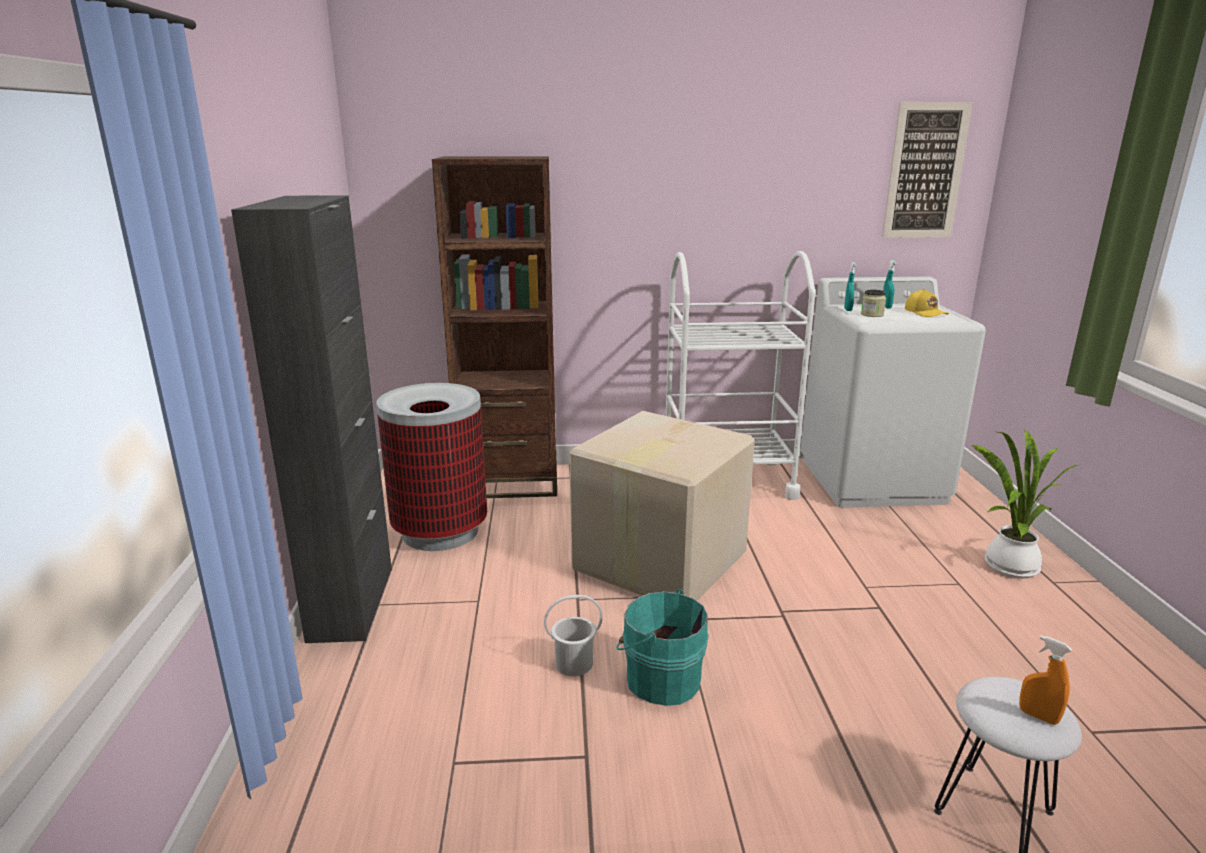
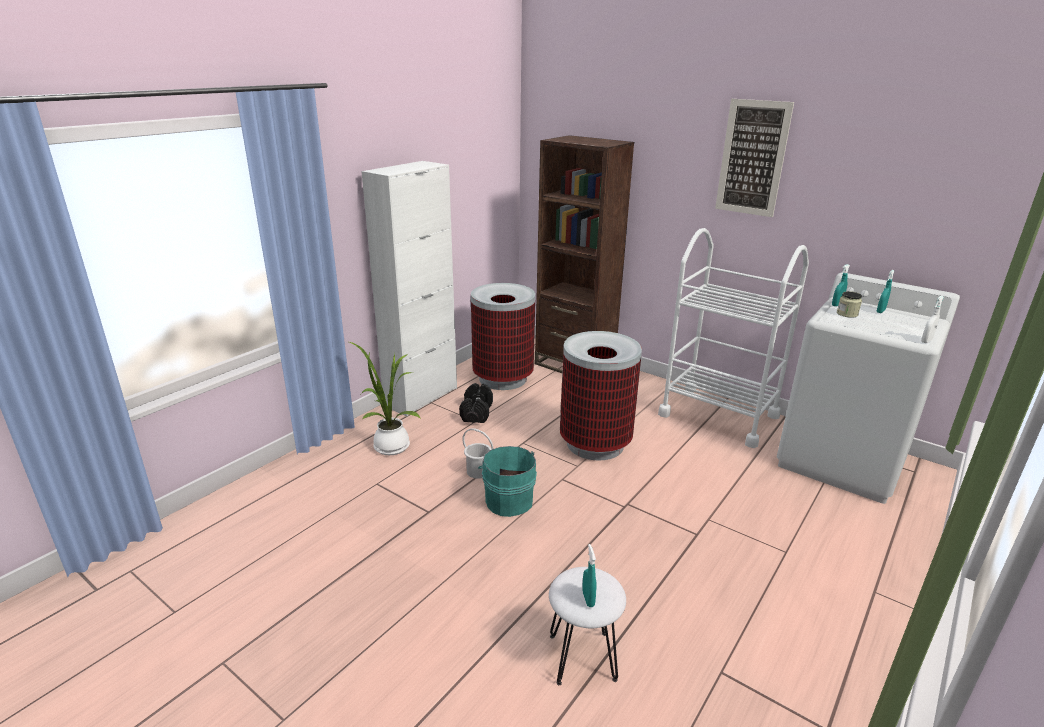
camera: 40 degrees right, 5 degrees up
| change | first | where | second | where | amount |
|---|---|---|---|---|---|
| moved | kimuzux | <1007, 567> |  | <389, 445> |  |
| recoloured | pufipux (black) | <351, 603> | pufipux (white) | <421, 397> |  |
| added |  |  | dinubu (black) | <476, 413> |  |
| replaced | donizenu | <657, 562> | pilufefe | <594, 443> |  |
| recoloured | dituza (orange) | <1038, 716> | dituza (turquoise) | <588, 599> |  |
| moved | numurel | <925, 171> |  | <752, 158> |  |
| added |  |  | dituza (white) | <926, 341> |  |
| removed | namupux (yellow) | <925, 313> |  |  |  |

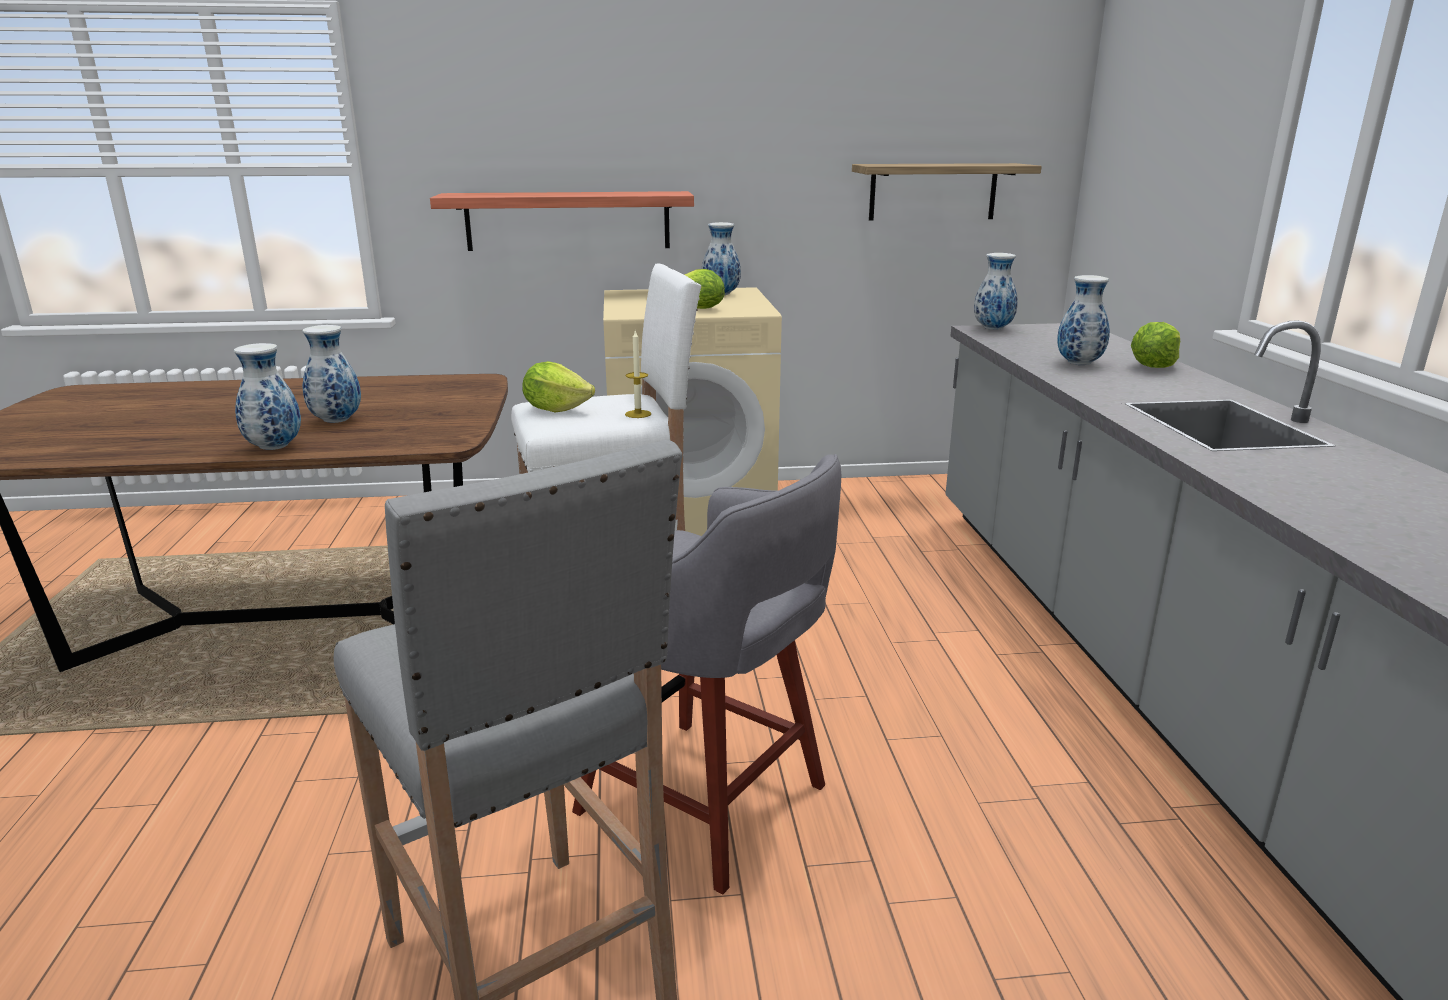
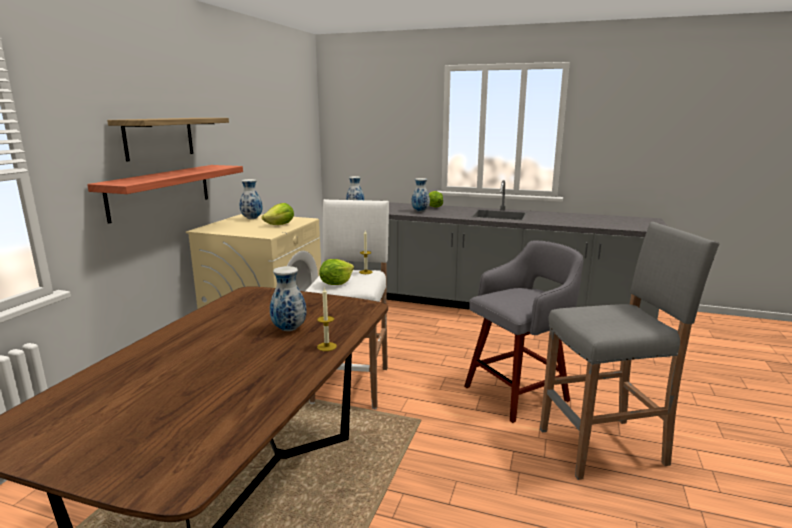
camera: 65 degrees left, 5 degrees down
| change | first | where | second | where | amount |
|---|---|---|---|---|---|
| moved | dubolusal | <933, 191> |  | <159, 138> |  |
| replaced | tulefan | <273, 447> | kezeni | <326, 346> |  |

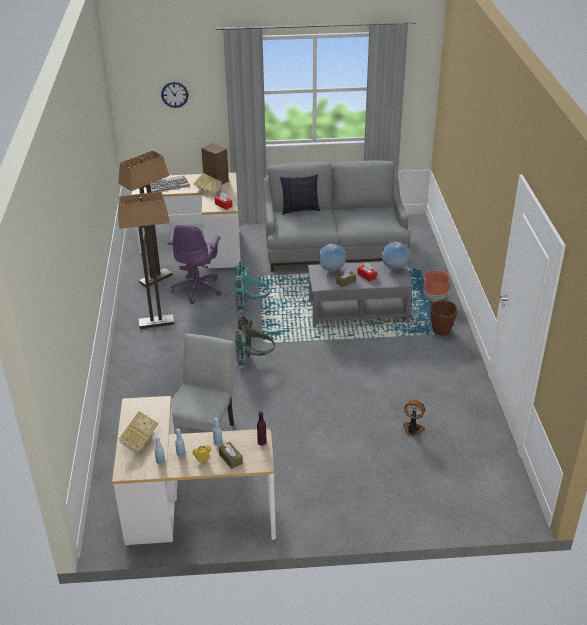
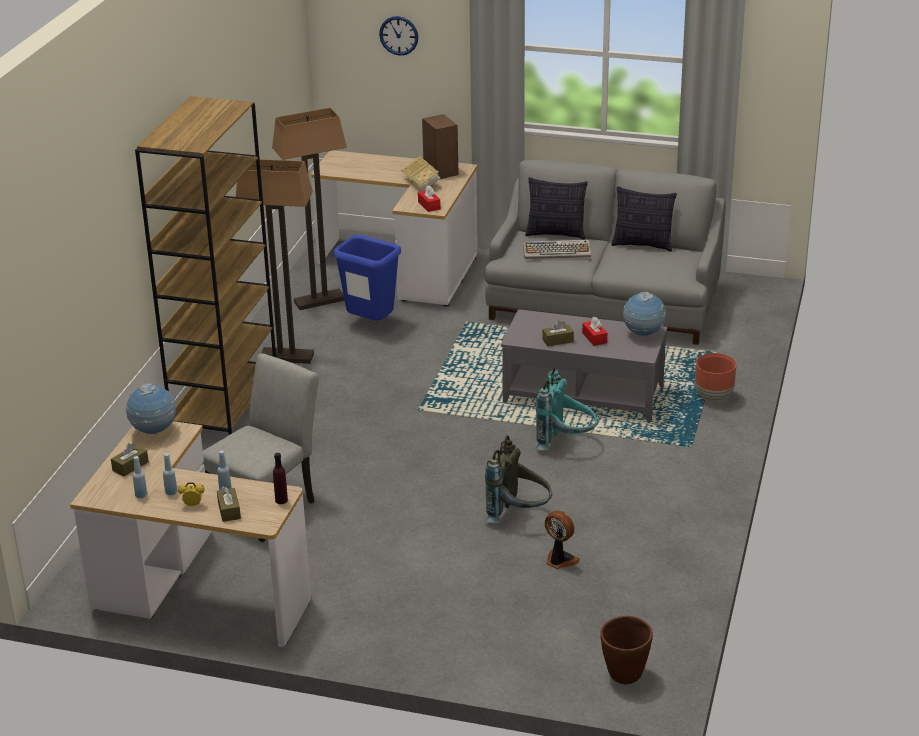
camera: 20 degrees right, 5 degrees down
| change | first | where | second | where | amount |
|---|---|---|---|---|---|
| replaced | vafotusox | <139, 440> | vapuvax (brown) | <130, 466> |  |
| moved | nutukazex | <331, 270> |  | <154, 432> |  |
| added |  |  | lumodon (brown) | <225, 402> |  |
| replaced | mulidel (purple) | <198, 289> | pilufefe (blue) | <370, 324> |  |
| moved | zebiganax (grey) | <255, 360> |  | <519, 516> |  |
| moved | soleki | <167, 185> |  | <557, 251> |  |
| moved | zebiganax (turquoise) | <252, 305> |  | <566, 443> |  |
| moved | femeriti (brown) | <441, 331> |  | <624, 675> |  |
| added |  |  | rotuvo | <643, 245> |  |

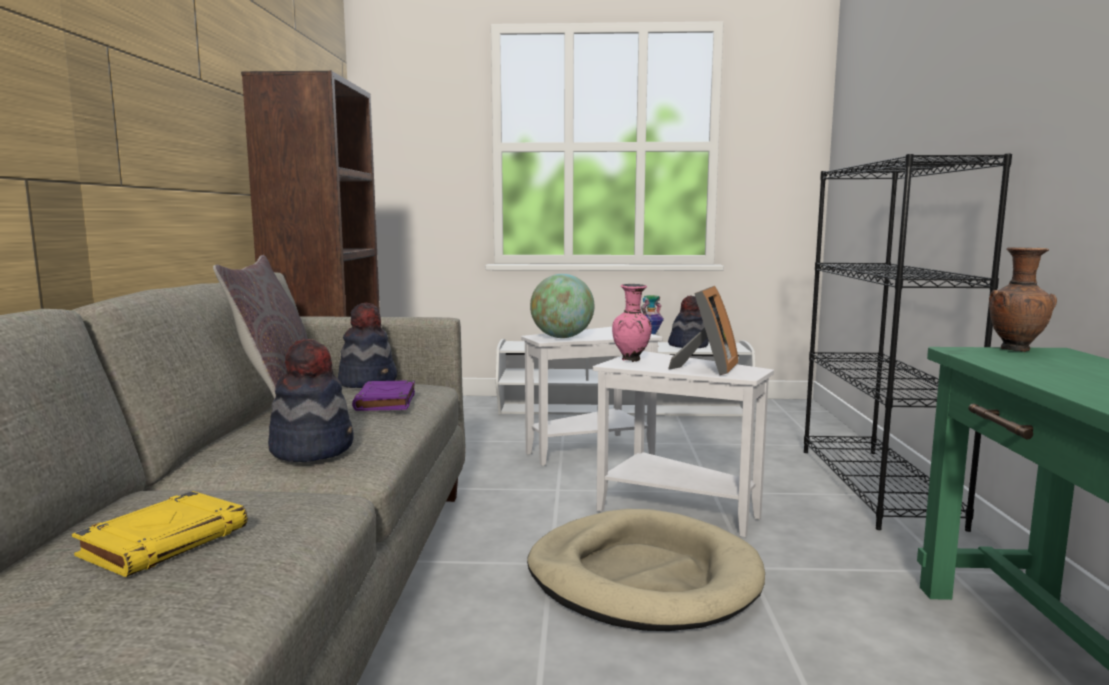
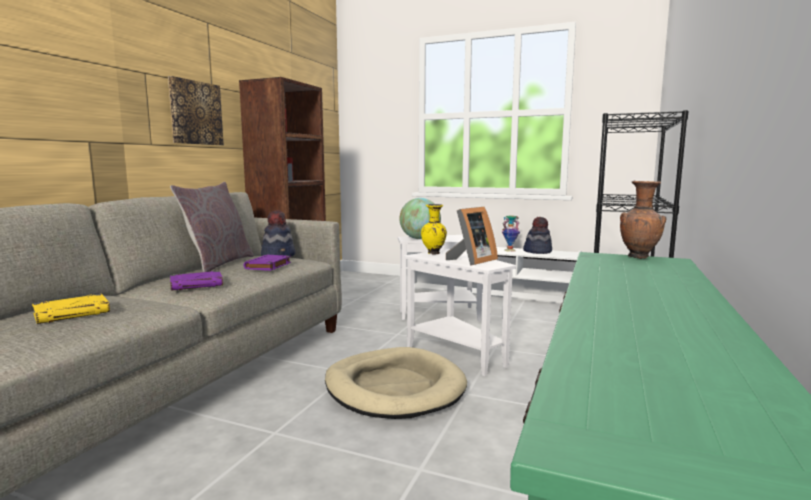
camera: 20 degrees right, 0 degrees up
| change | first | where | second | where | amount |
|---|---|---|---|---|---|
| added |  |  | numurel | <195, 113> |  |
| replaced | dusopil | <312, 449> | vafotusox (purple) | <197, 284> |  |
| recoloured | tulefan (pink) | <632, 360> | tulefan (yellow) | <434, 254> |  |

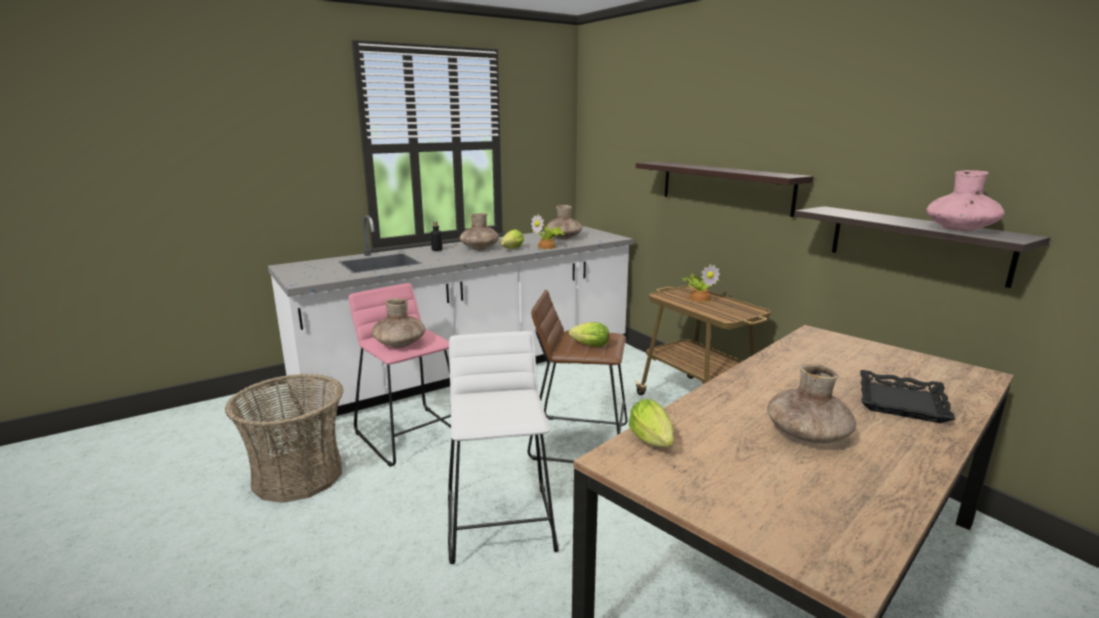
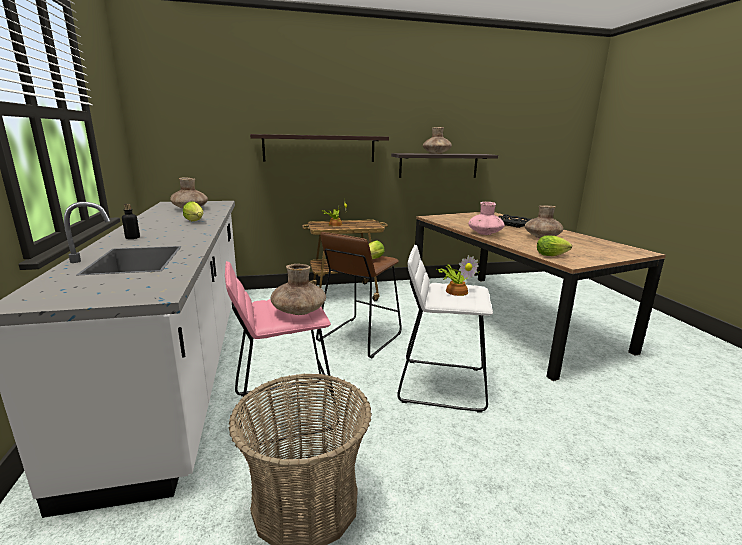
camera: 70 degrees left, 0 degrees up
| change | first | where | second | where | amount |
|---|---|---|---|---|---|
| moved | tulefan (brown) | <479, 248> |  | <436, 153> |  |
| moved | kimuzux | <548, 247> |  | <457, 291> |  |
| moved | tulefan (pink) | <960, 229> |  | <485, 233> |  |

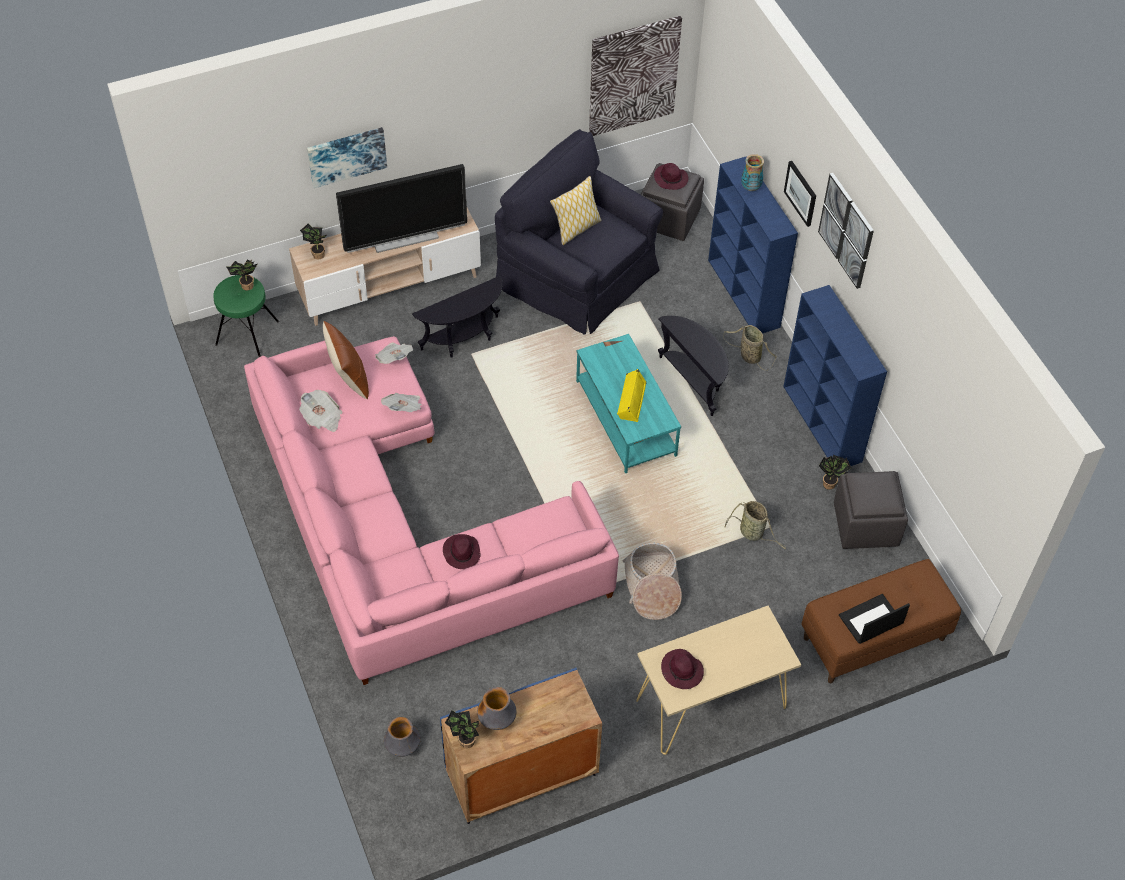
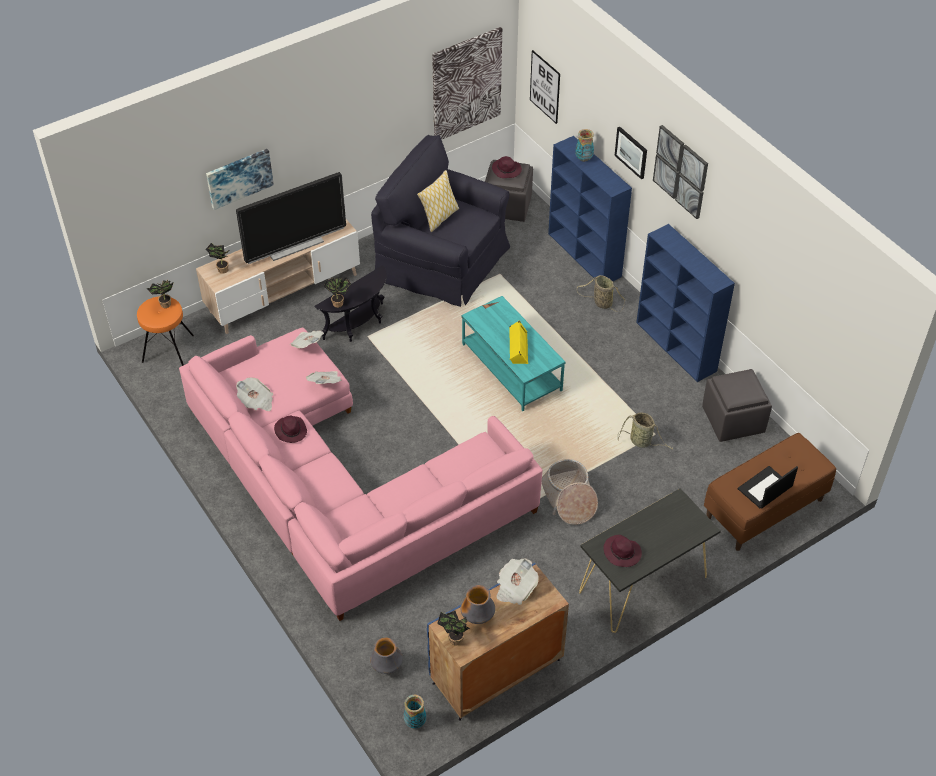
camera: 10 degrees left, 5 degrees down
| change | first | where | second | where | amount |
|---|---|---|---|---|---|
| recoloured | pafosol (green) | <247, 333> | pafosol (orange) | <168, 348> |  |
| moved | dusopil (purple) | <461, 552> |  | <290, 430> |  |
| moved | kimuzux | <830, 483> |  | <339, 303> |  |
| added |  |  | tulefan | <415, 722> |  |
| added |  |  | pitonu | <515, 588> |  |
| added |  |  | numurel | <545, 87> |  |
| recoloured | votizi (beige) | <710, 704> | votizi (black) | <642, 584> |  |
| removed | rotuvo (brown) | <349, 378> |  |  |  |
| removed | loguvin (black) | <694, 381> |  |  |  |

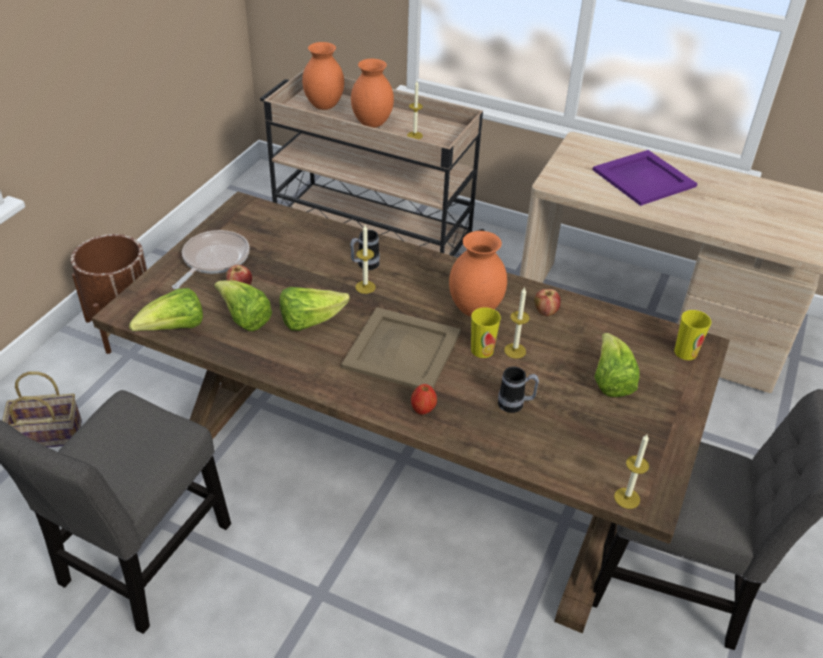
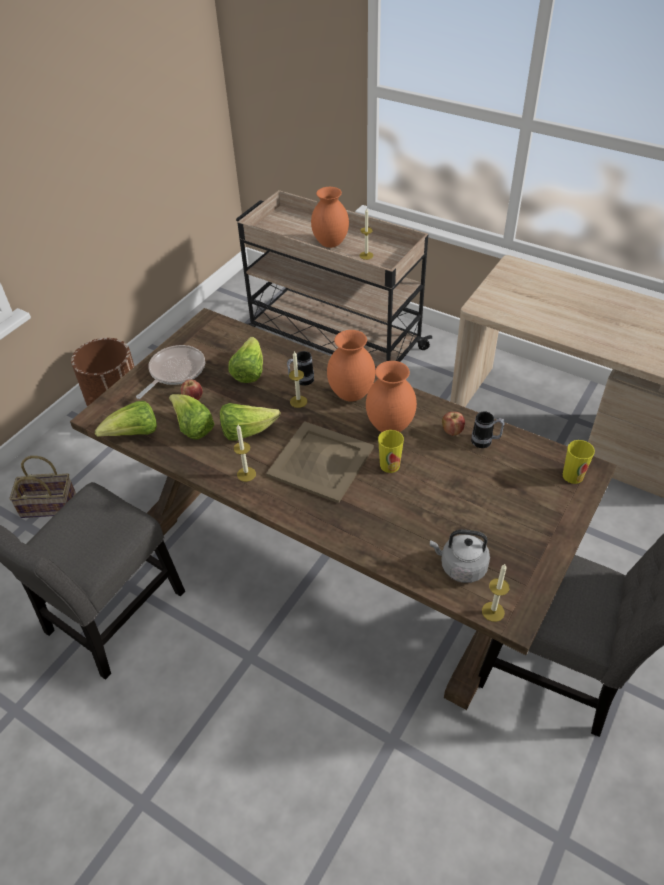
camera: 10 degrees right, 5 degrees up
| change | first | where | second | where | amount |
|---|---|---|---|---|---|
| moved | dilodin | <610, 380> |  | <249, 371> |  |
| moved | kezeni | <515, 351> |  | <246, 474> |  |
| moved | tulefan (orange) | <323, 106> |  | <350, 395> |  |
| added |  |  | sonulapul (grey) | <460, 567> |  |
| moved | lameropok | <515, 405> |  | <485, 442> |  |
| removed | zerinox | <423, 409> |  |  |  |
| removed | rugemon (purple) | <643, 178> |  |  |  |

